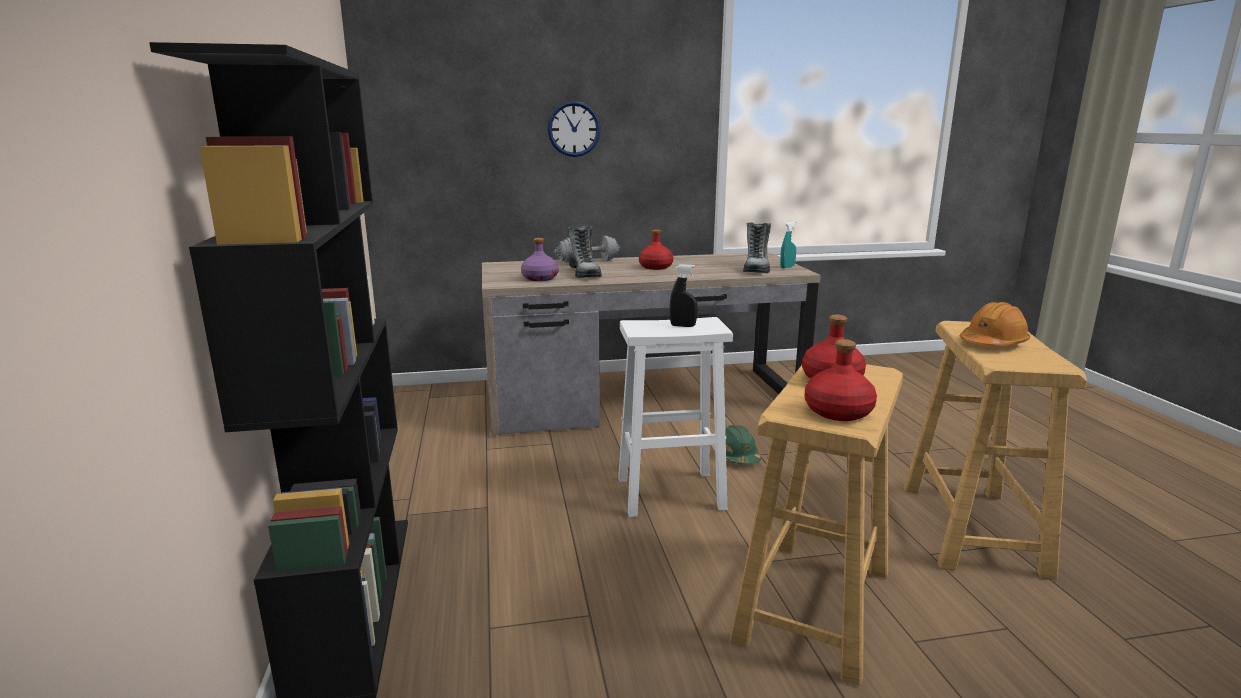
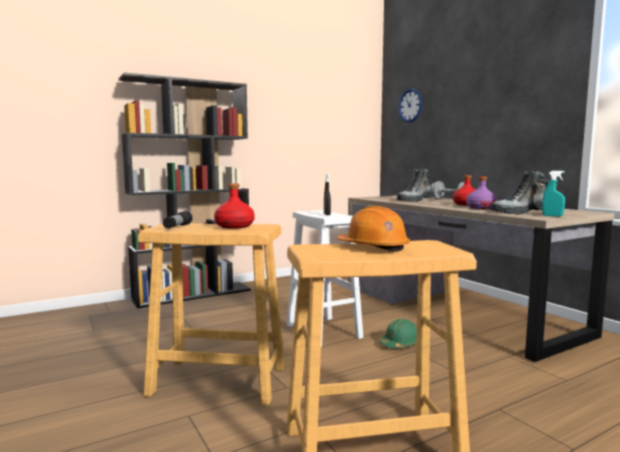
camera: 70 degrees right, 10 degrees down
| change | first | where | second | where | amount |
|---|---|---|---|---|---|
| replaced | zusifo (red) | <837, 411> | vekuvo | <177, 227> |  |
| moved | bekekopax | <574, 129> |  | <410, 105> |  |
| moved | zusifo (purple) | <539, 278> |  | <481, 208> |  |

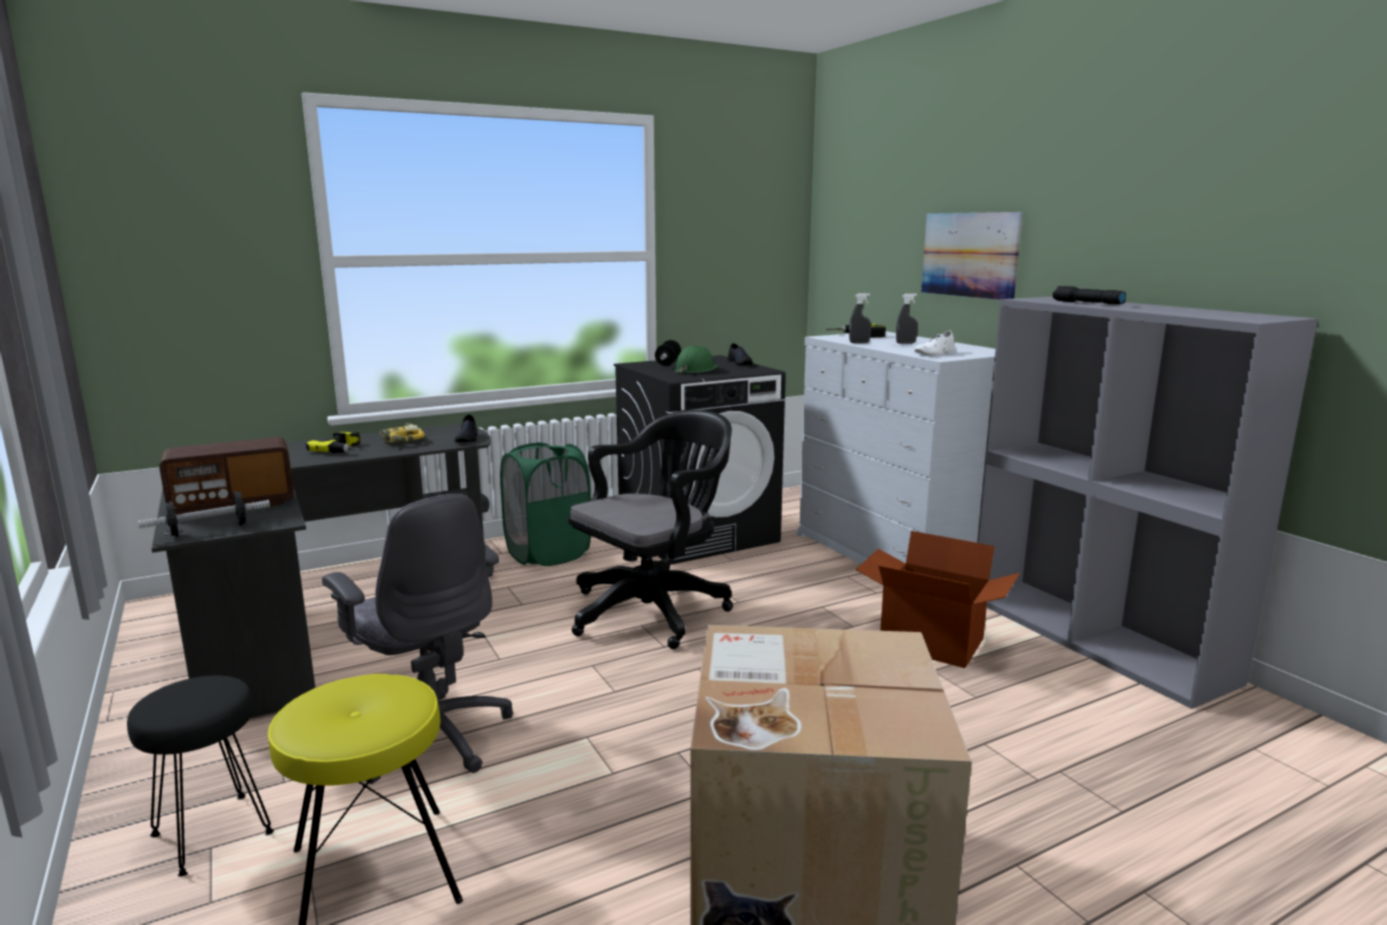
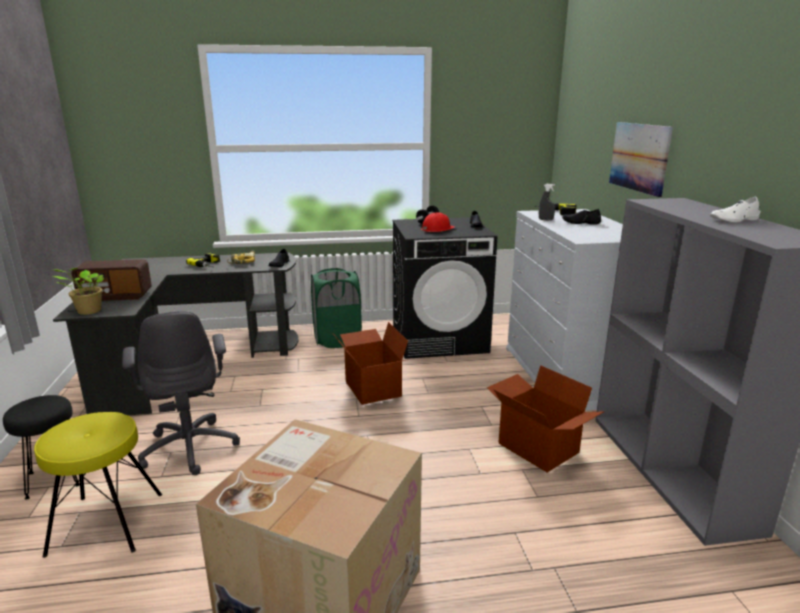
camera: 20 degrees right, 5 degrees up
| change | first | where | second | where | amount |
|---|---|---|---|---|---|
| replaced | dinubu | <209, 530> | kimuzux | <87, 311> |  |
| replaced | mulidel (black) | <654, 609> | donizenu | <371, 389> |  |
| recoloured | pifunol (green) | <695, 370> | pifunol (red) | <437, 229> |  |
| replaced | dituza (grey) | <905, 343> | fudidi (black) | <580, 222> |  |
| moved | fudidi (white) | <935, 353> |  | <734, 219> |  |
| removed | vekuvo (black) | <1086, 303> |  |  |  |

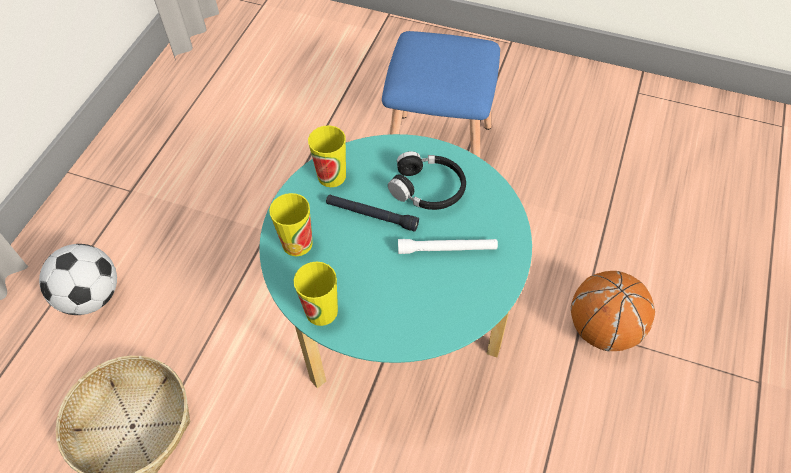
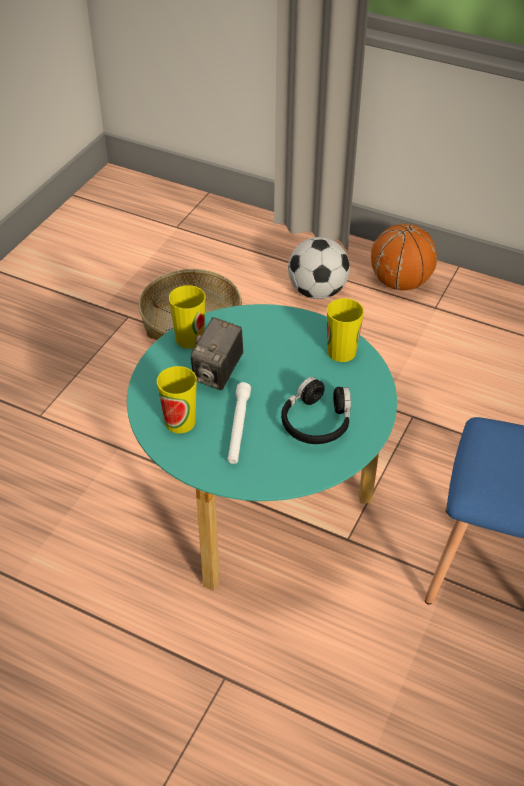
camera: 95 degrees right, 10 degrees down
| change | first | where | second | where | amount |
|---|---|---|---|---|---|
| moved | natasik | <297, 243> |  | <180, 422> |  |
| added |  |  | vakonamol | <218, 373> |  |
| moved | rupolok | <602, 329> |  | <400, 283> |  |
| removed | vekuvo (black) | <371, 215> |  |  |  |

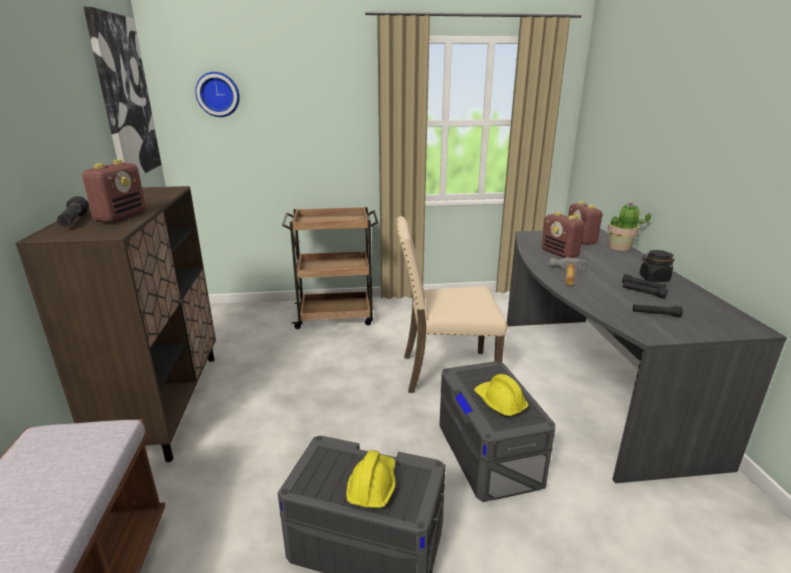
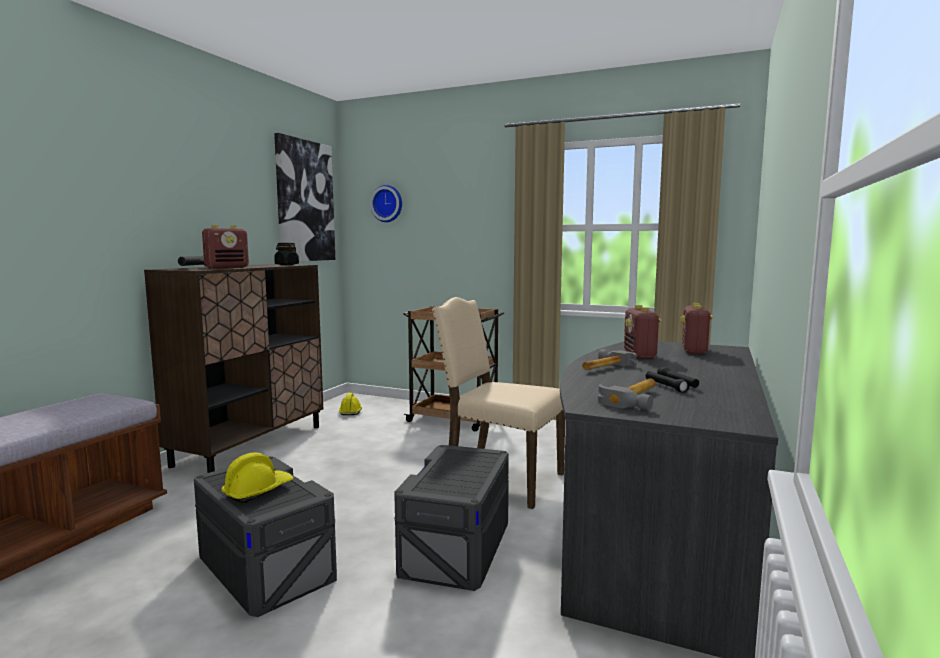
camera: 30 degrees right, 15 degrees down
| change | first | where | second | where | amount |
|---|---|---|---|---|---|
| moved | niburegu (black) | <653, 278> |  | <286, 265> |  |
| moved | pifunol (yellow) | <499, 403> |  | <350, 411> |  |
| replaced | vekuvo (black) | <655, 314> | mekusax | <637, 399> |  |
| removed | kimuzux | <620, 247> |  |  |  |

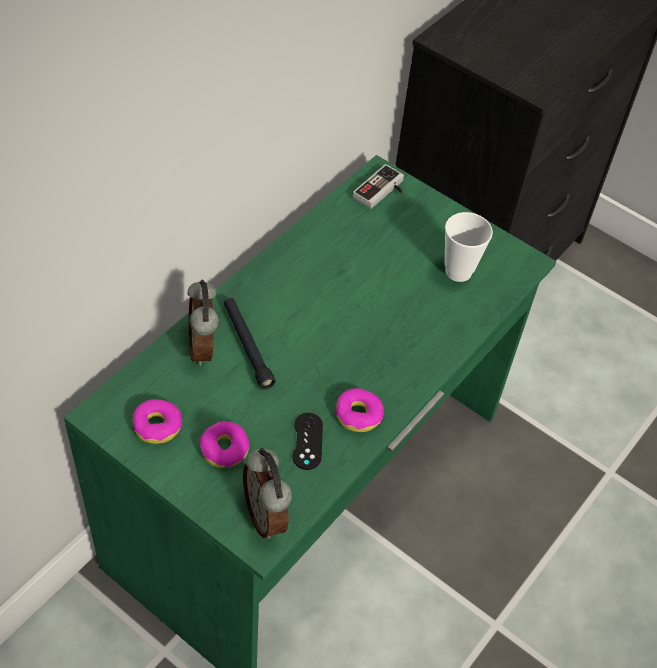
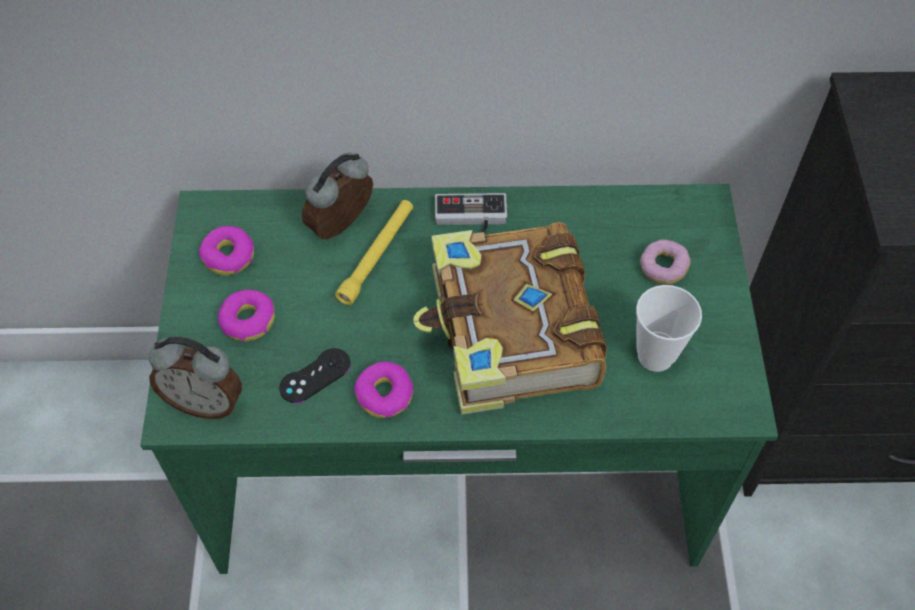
camera: 55 degrees right, 5 degrees up
| change | first | where | second | where | amount |
|---|---|---|---|---|---|
| turned | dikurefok | <267, 515> |  | <205, 402> | 105 degrees counterclockwise |
| recoloured | vekuvo (black) | <247, 346> | vekuvo (yellow) | <377, 255> |  |
| added |  |  | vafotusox | <510, 333> |  |
| moved | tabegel | <382, 192> |  | <470, 218> |  |
| added |  |  | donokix | <663, 268> |  |

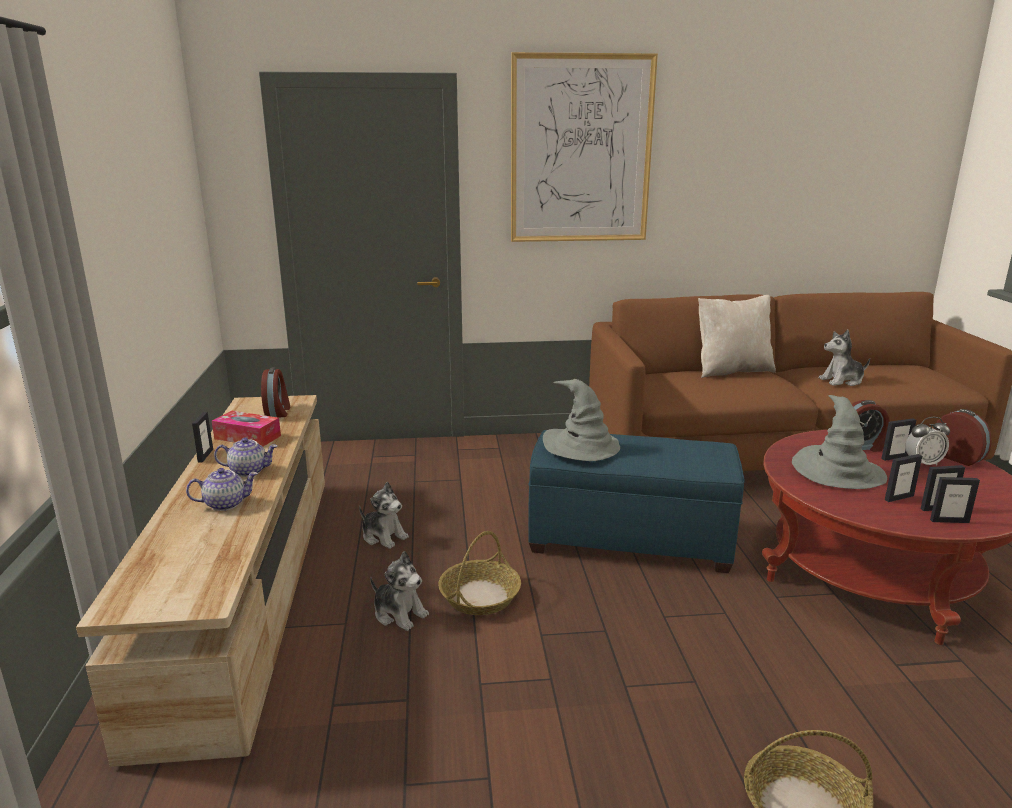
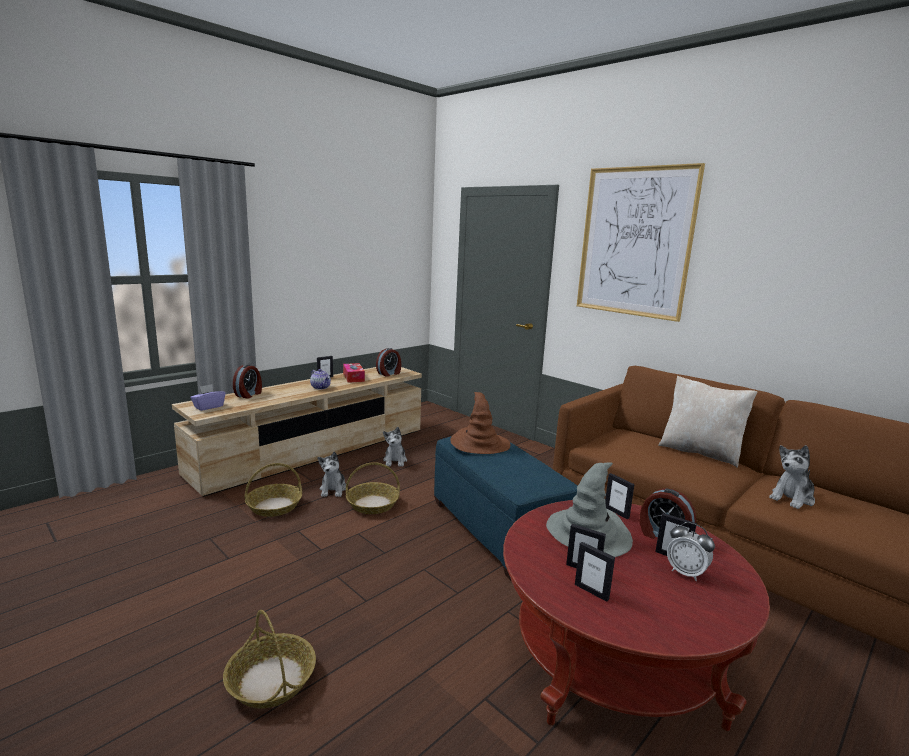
camera: 50 degrees right, 5 degrees down
| change | first | where | second | where | amount |
|---|---|---|---|---|---|
| added |  |  | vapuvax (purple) | <208, 407> |  |
| moved | dikurefok | <957, 457> |  | <249, 394> |  |
| added |  |  | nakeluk | <274, 506> |  |
| recoloured | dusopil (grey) | <582, 446> | dusopil (brown) | <479, 444> |  |
| moved | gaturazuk | <949, 521> |  | <616, 512> |  |
| turned | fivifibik | <842, 381> |  | <792, 498> | 75 degrees counterclockwise |
| removed | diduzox | <226, 504> |  |  |  |

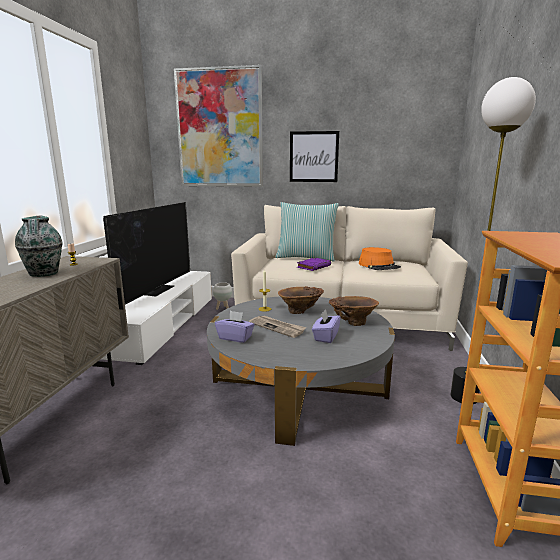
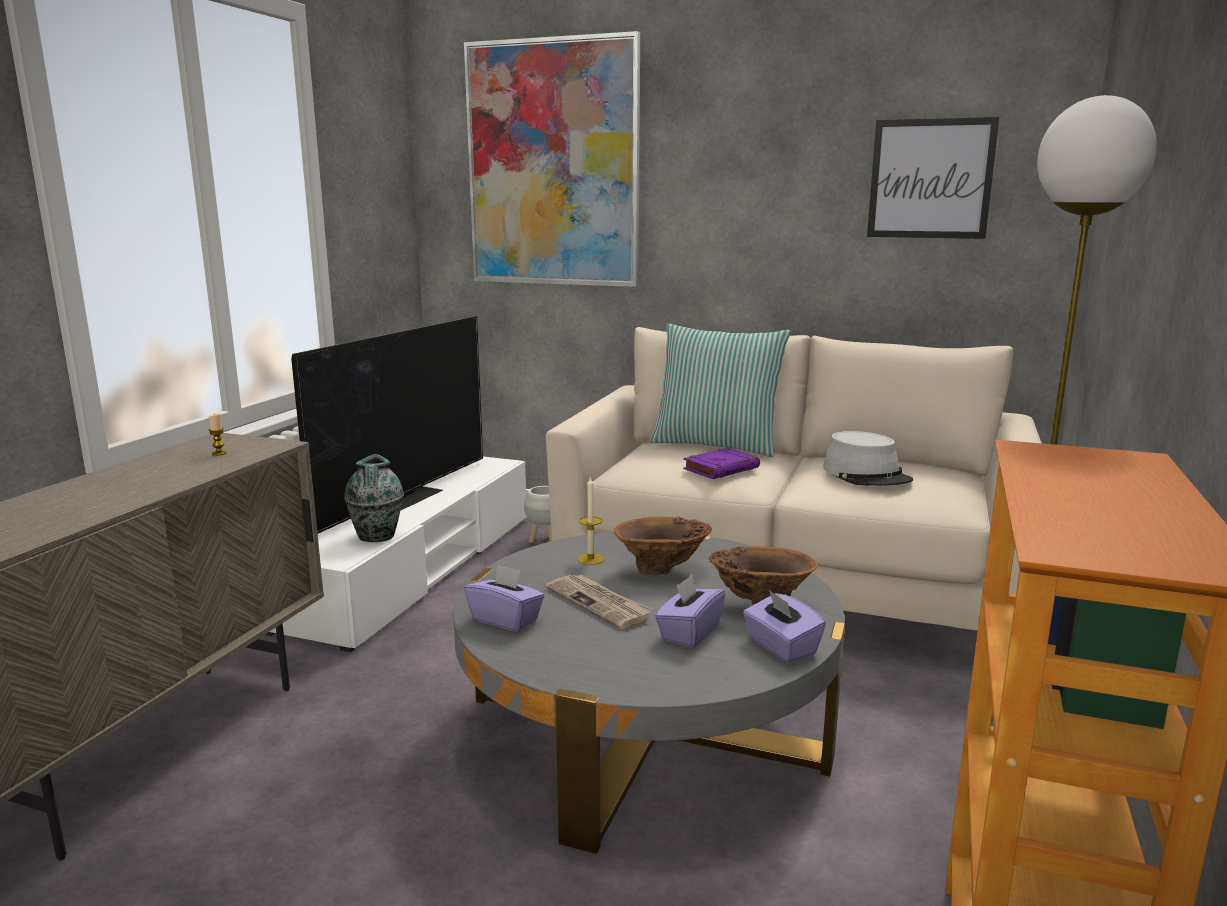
camera: 10 degrees right, 0 degrees up
| change | first | where | second | where | amount |
|---|---|---|---|---|---|
| moved | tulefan | <44, 274> |  | <377, 537> |  |
| added |  |  | vapuvax (purple) | <781, 647> |  |
| recoloured | dusopil (orange) | <379, 266> | dusopil (grey) | <866, 474> |  |
| moved | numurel | <314, 157> |  | <930, 179> |  |

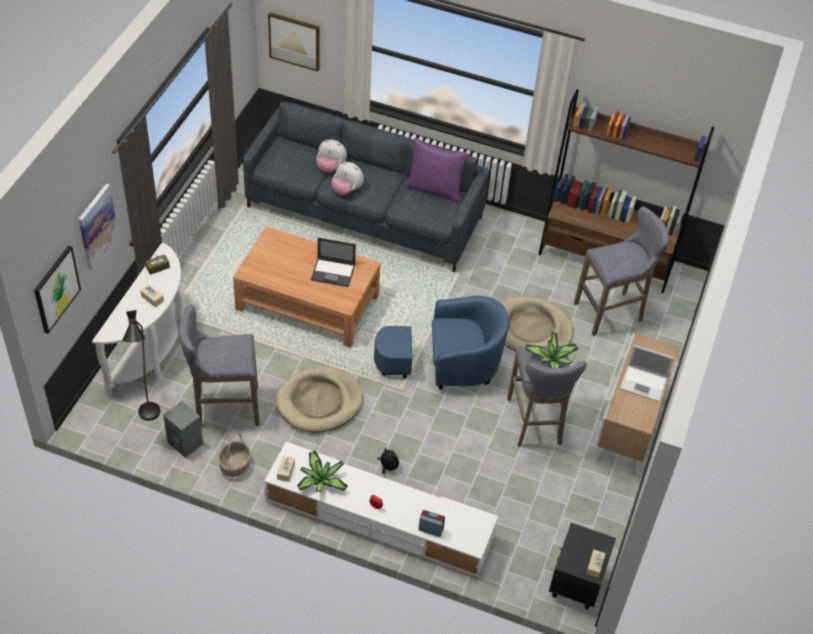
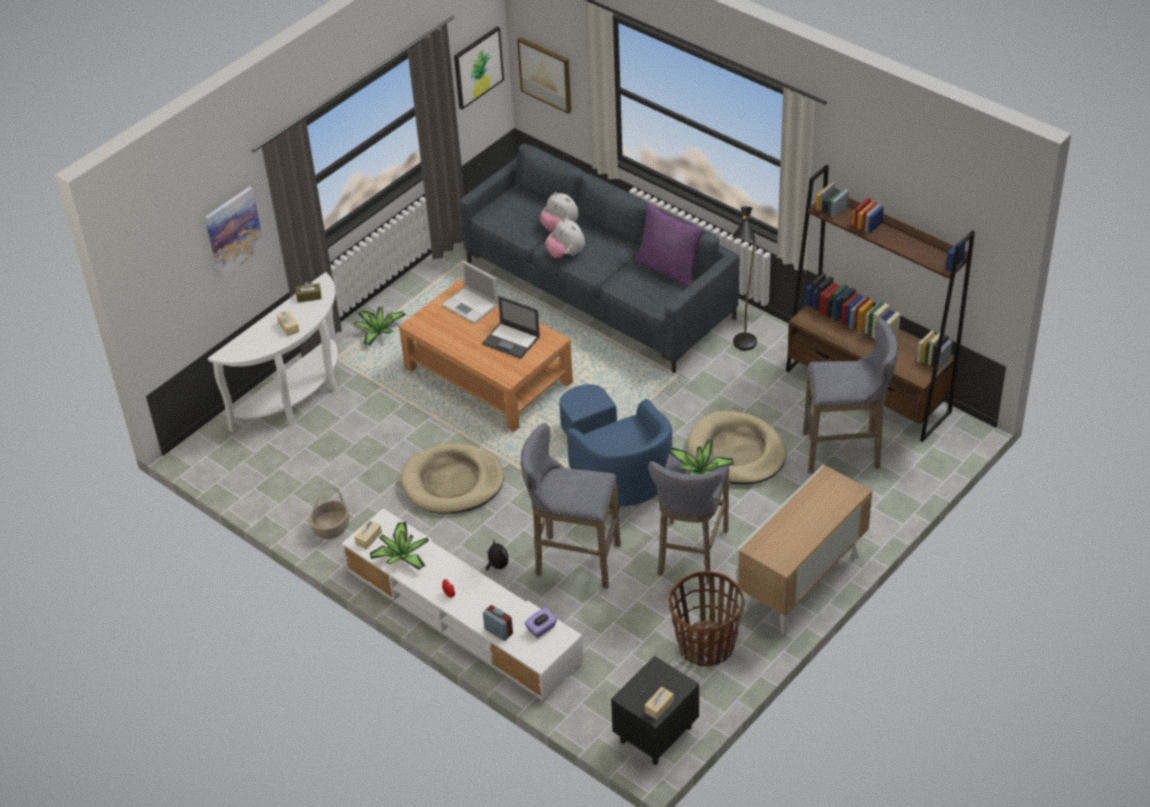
camera: 25 degrees right, 5 degrees down
| change | first | where | second | where | amount |
|---|---|---|---|---|---|
| added |  |  | kimuzux | <378, 331> |  |
| moved | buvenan | <644, 383> |  | <471, 305> |  |
| moved | numurel | <56, 289> |  | <478, 67> |  |
| moved | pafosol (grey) | <224, 408> |  | <573, 560> |  |
| added |  |  | vapuvax (purple) | <541, 629> |  |
| turned | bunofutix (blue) | <446, 365> |  | <616, 471> | 45 degrees clockwise |
| added |  |  | nakeluk | <706, 646> |  |
| moved | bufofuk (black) | <149, 418> |  | <744, 348> |  |
| removed | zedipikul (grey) | <186, 443> |  |  |  |

